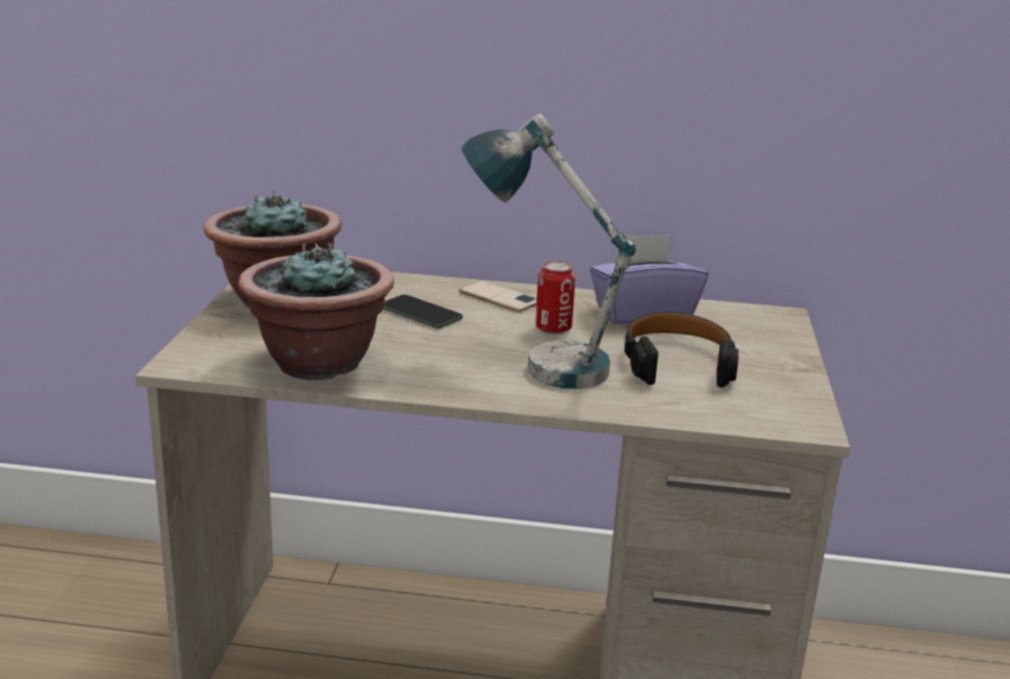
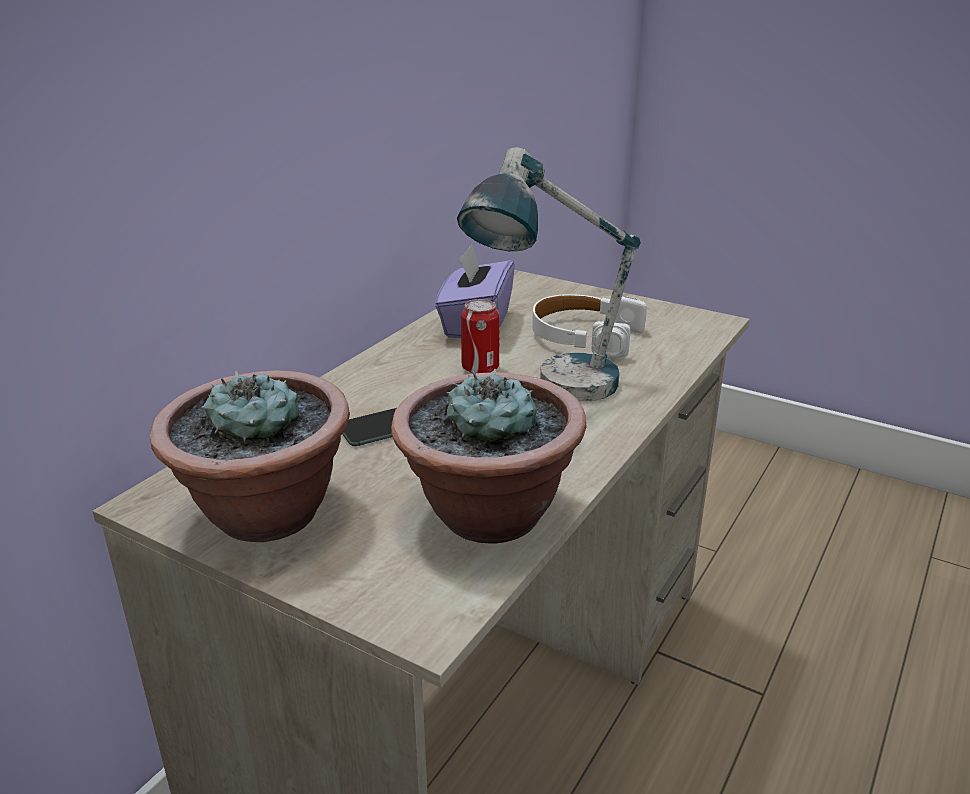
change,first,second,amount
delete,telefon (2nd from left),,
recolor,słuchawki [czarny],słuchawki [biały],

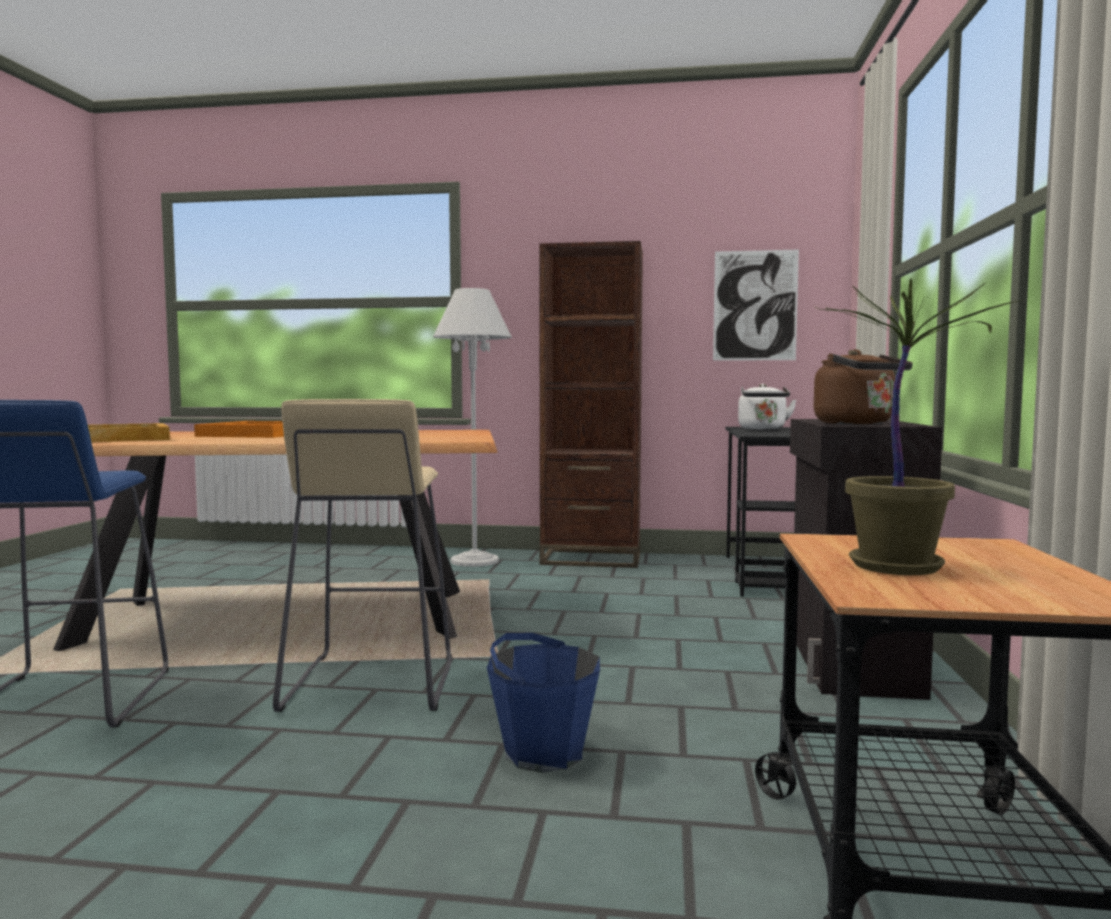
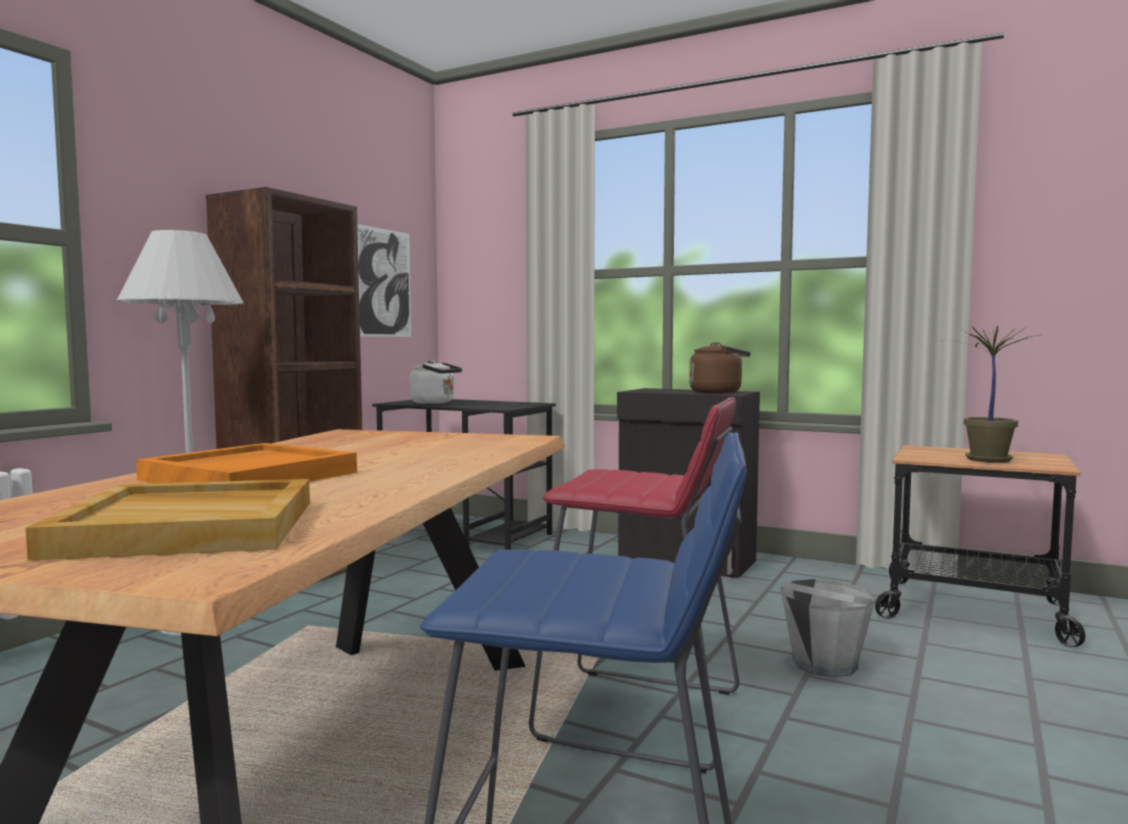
change,first,second,amount
recolor,stołek [beżowy],stołek [czerwony],
recolor,wiadro [niebieski],wiadro [szary],

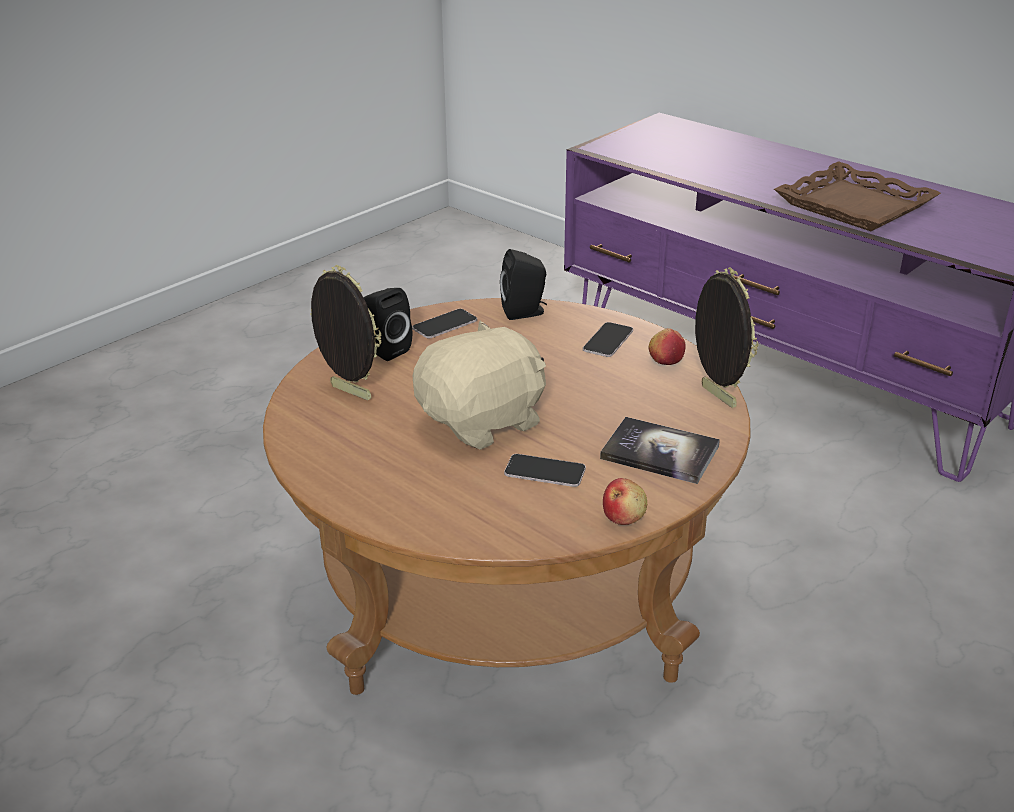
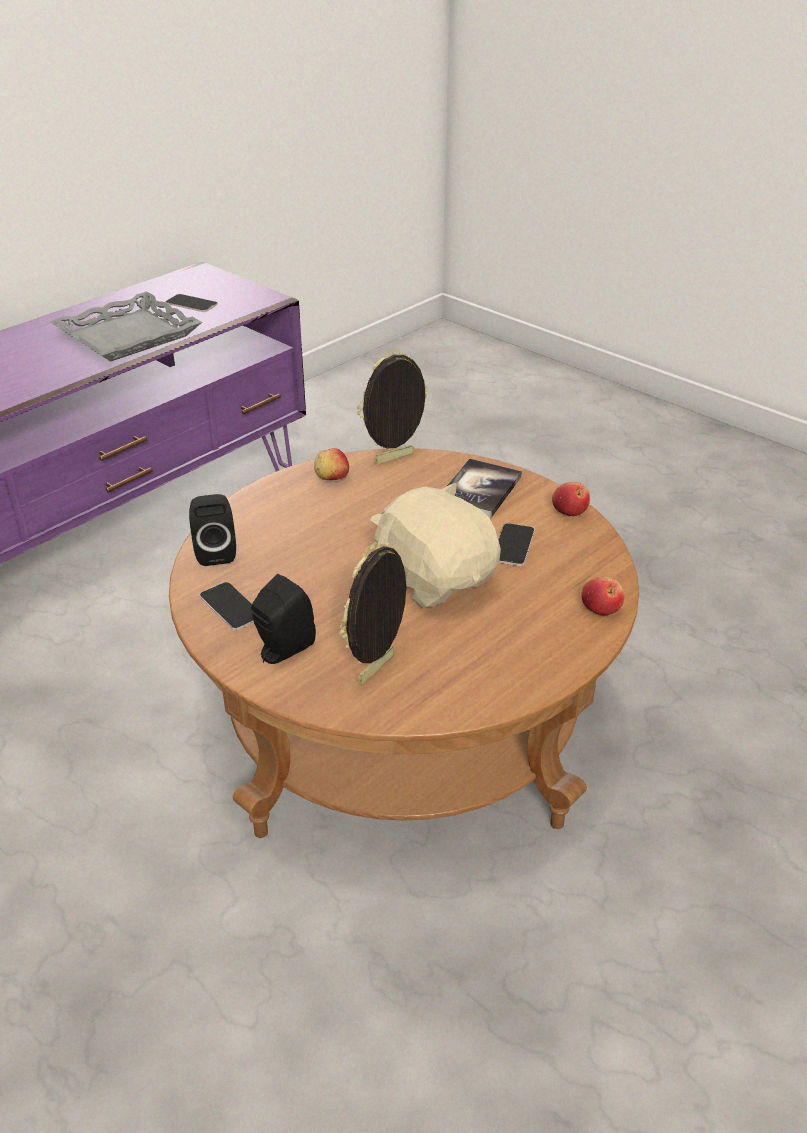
change,first,second,amount
insert,,jabłko (3rd from left),
move,telefon (3rd from left in the first image),telefon (1st from left),
recolor,taca [brązowy],taca [szary],

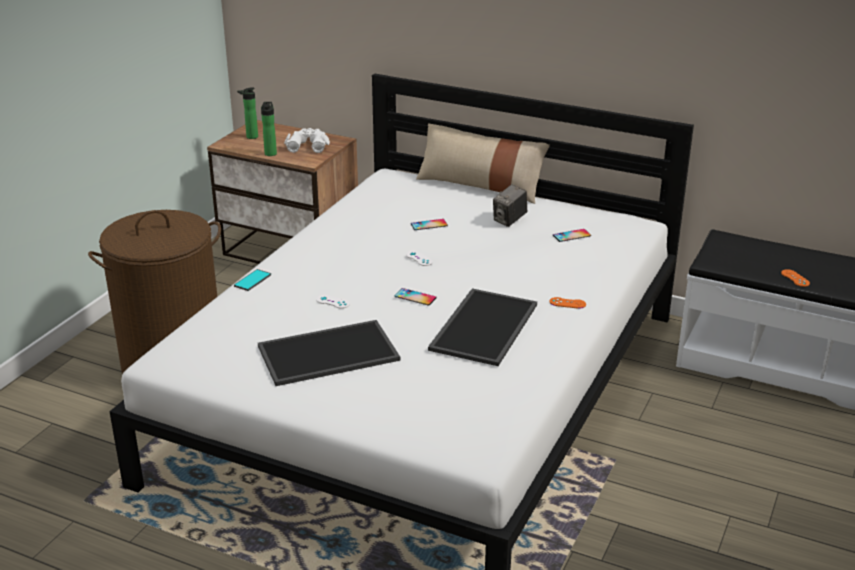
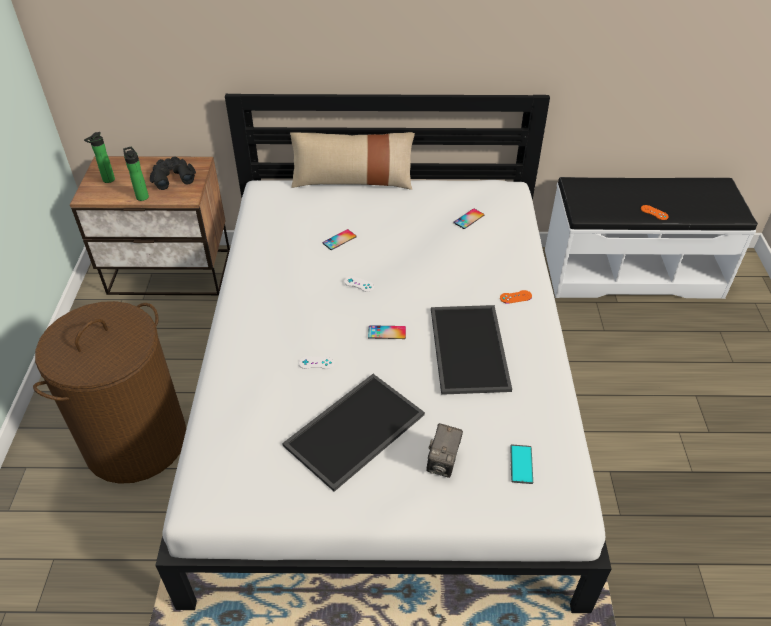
change,first,second,amount
move,telefon (1st from left in the first image),telefon (4th from left),
move,aparat fotograficzny,,
recolor,lornetka [biały],lornetka [czarny],

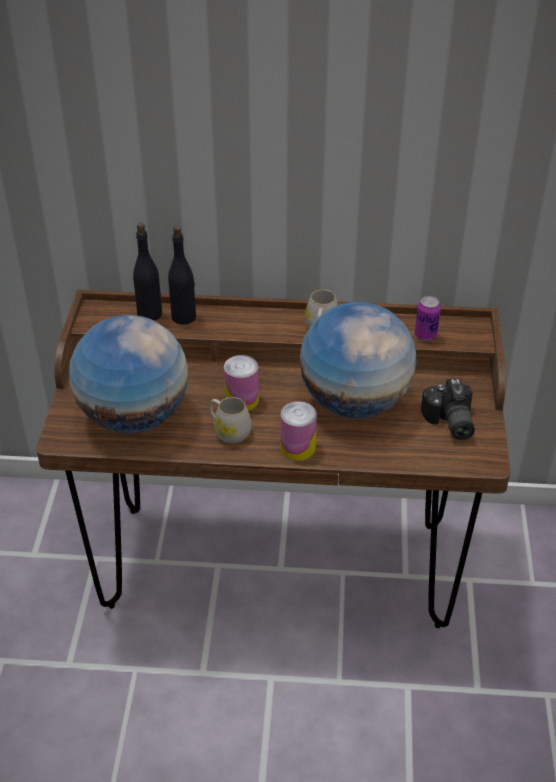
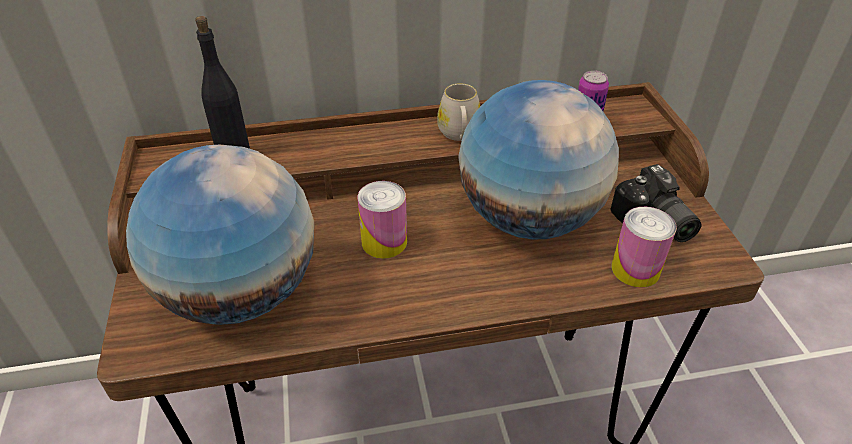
change,first,second,amount
delete,butelka [czarny] (2nd from left),,
delete,kubek [biały] (1st from left),,
move,puszka (2nd from left in the first image),puszka (3rd from left),

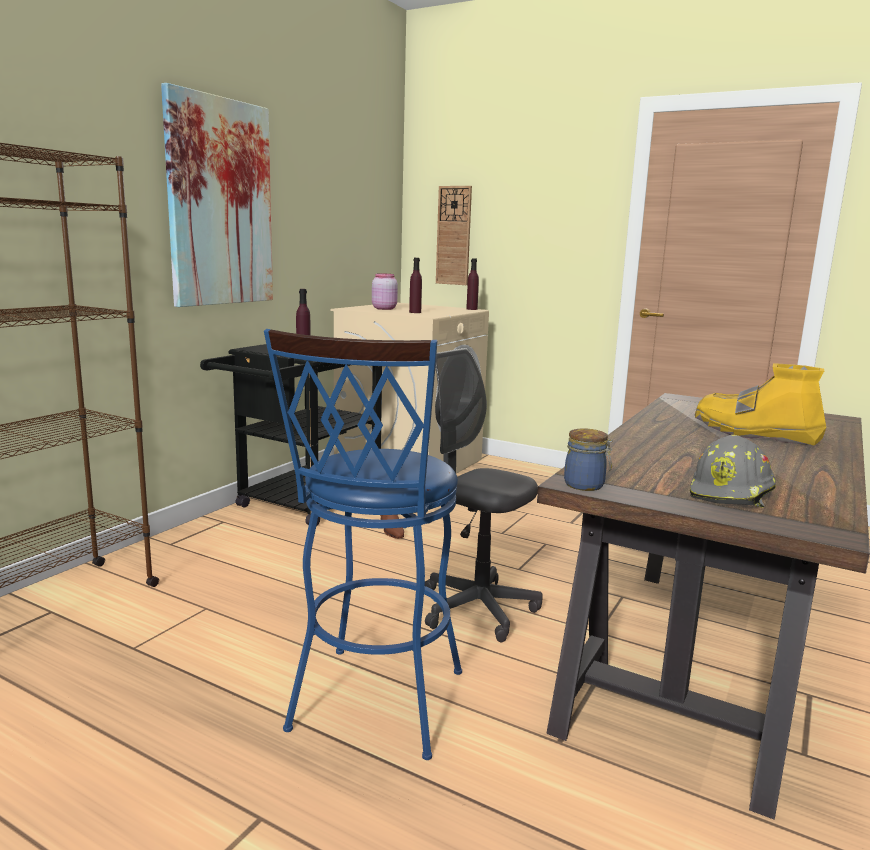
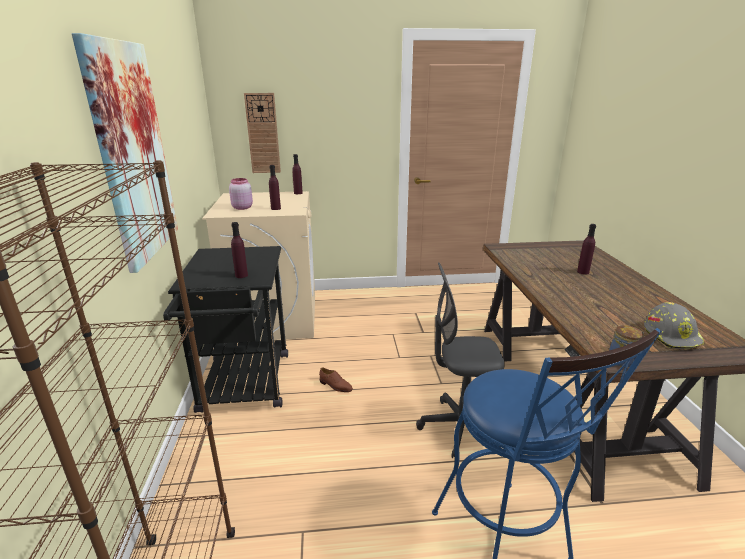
change,first,second,amount
replace,but z cholewką [żółty],butelka [fioletowy] (4th from left),

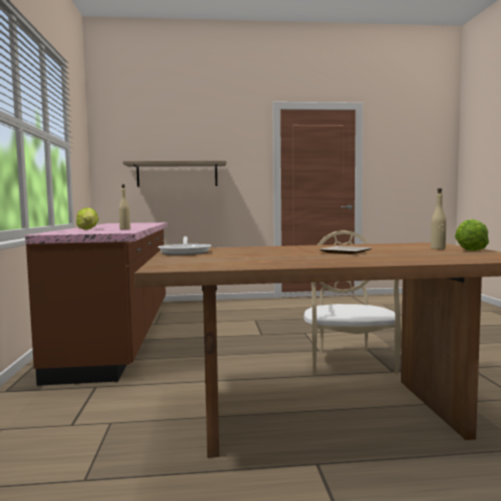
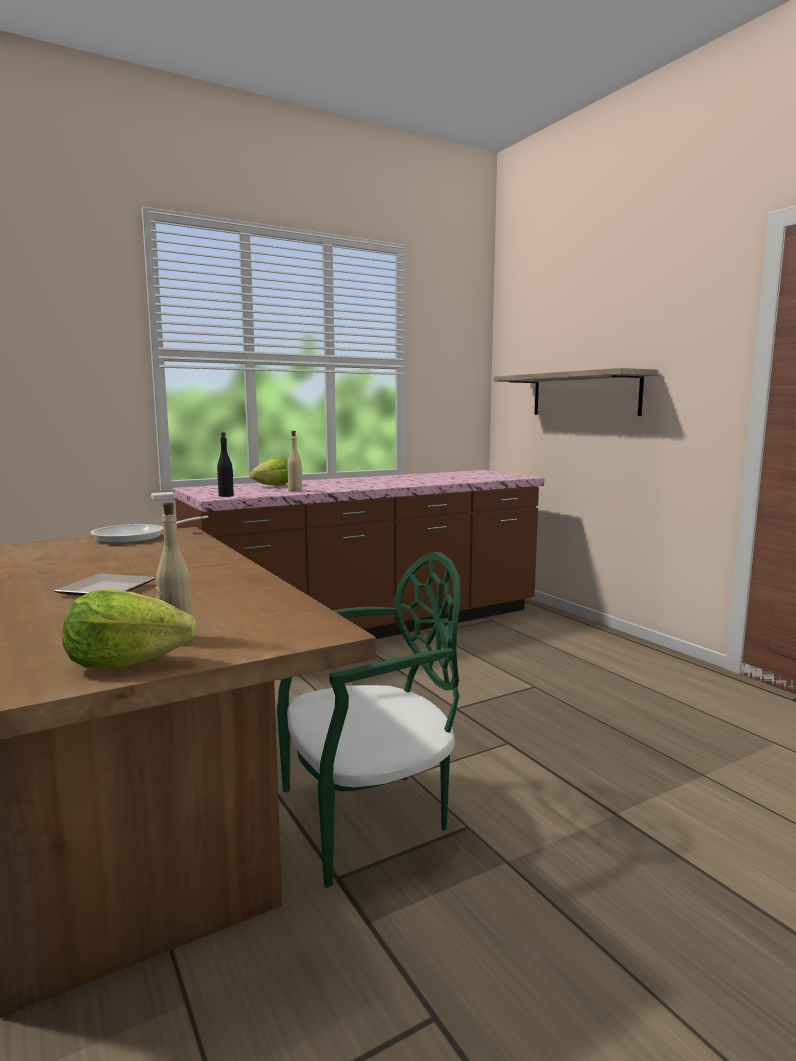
change,first,second,amount
insert,,butelka [czarny],
recolor,krzesło [beżowy],krzesło [zielony],

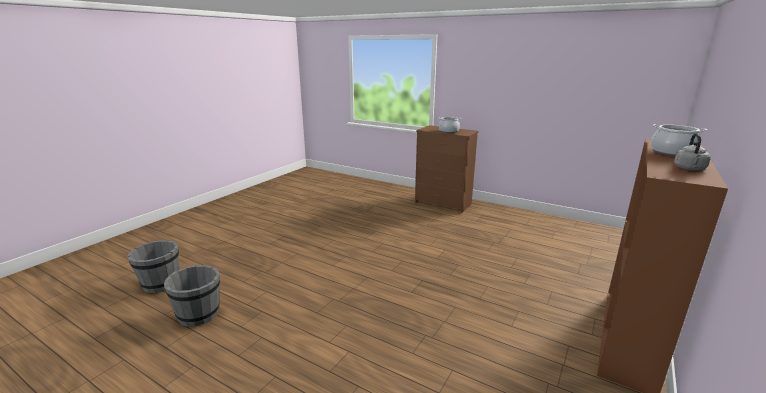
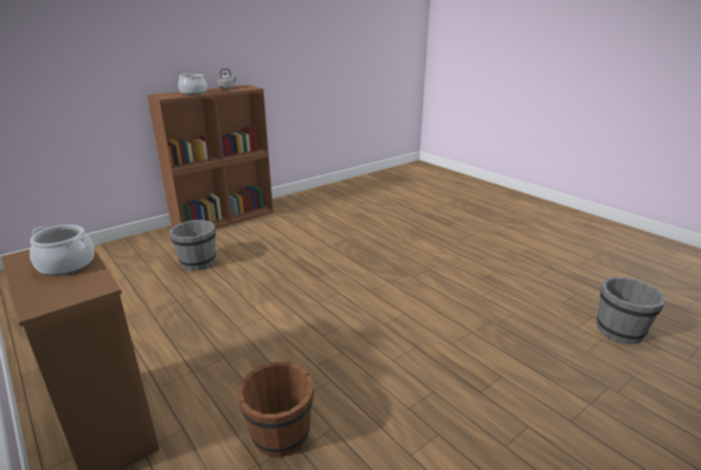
change,first,second,amount
insert,,wiadro [brązowy],
move,wiadro [szary] (2nd from left in the first image),wiadro [szary] (1st from left),

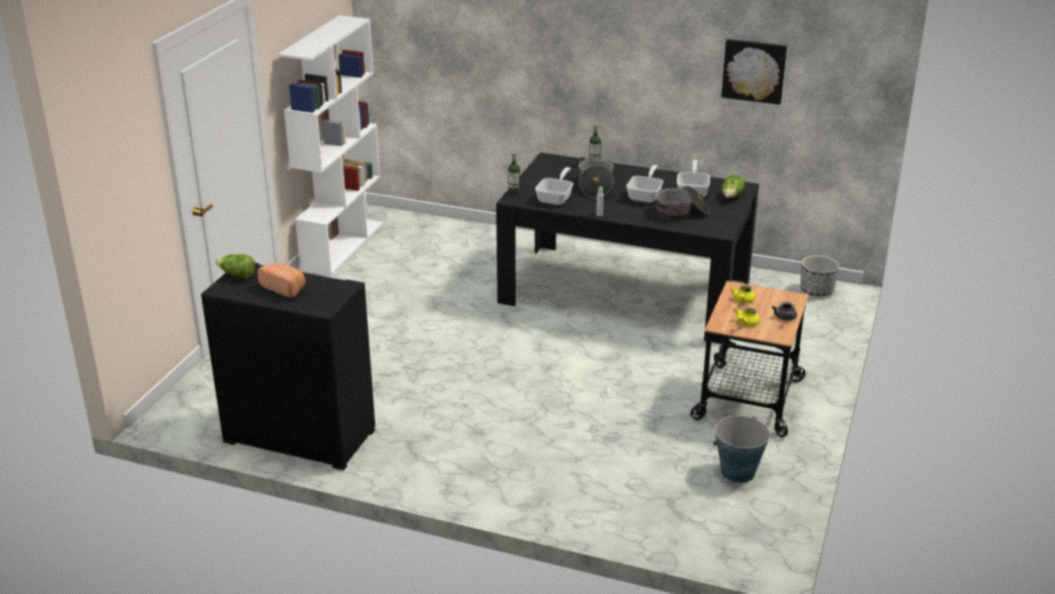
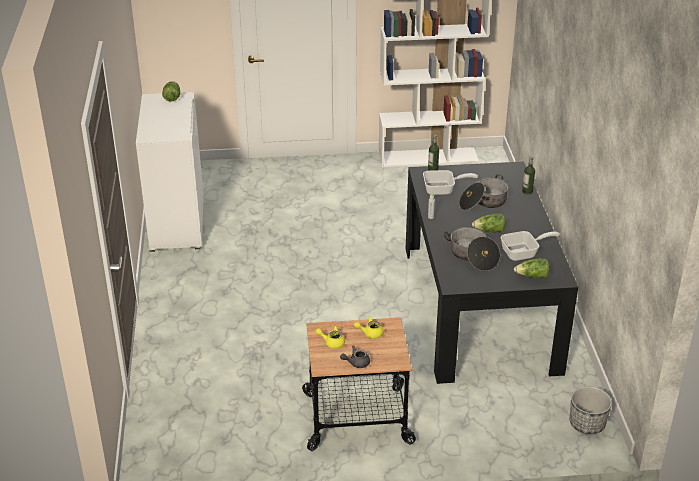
change,first,second,amount
delete,chleb,,
delete,wiadro,,
delete,obraz,,
replace,patelnia (2nd from left),sałata (2nd from left),
recolor,szafka [czarny],szafka [biały],

